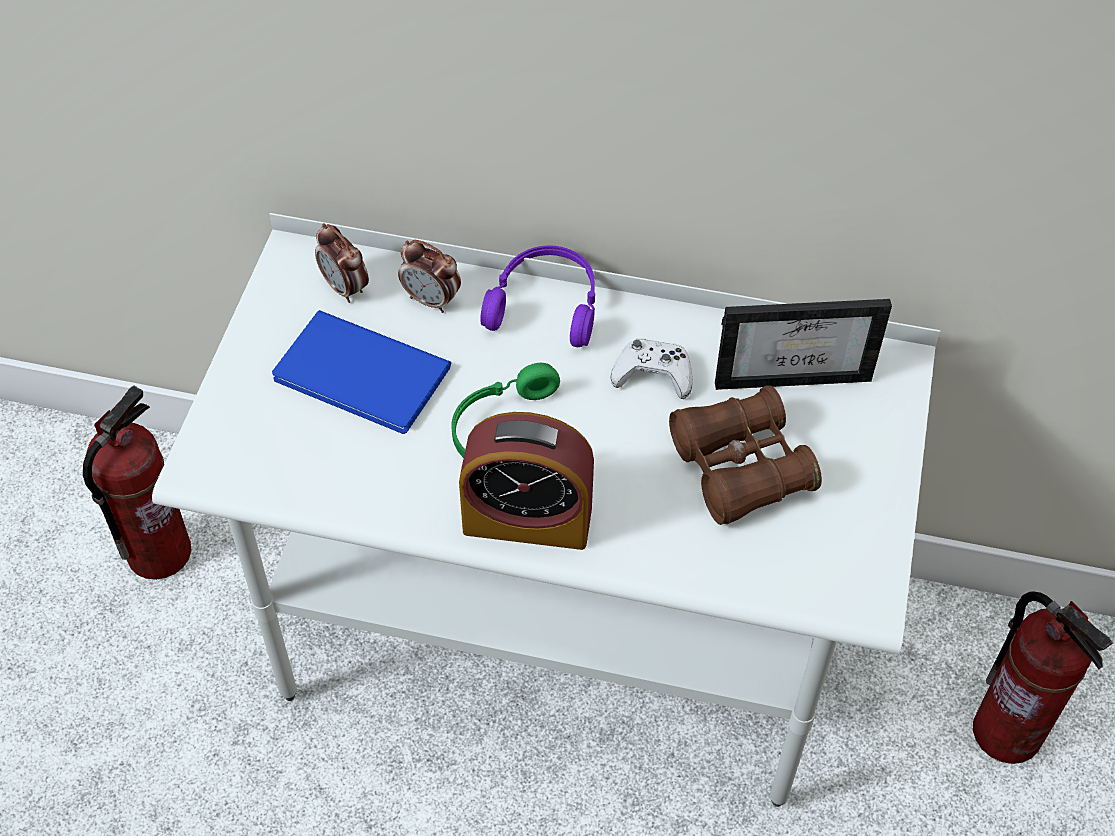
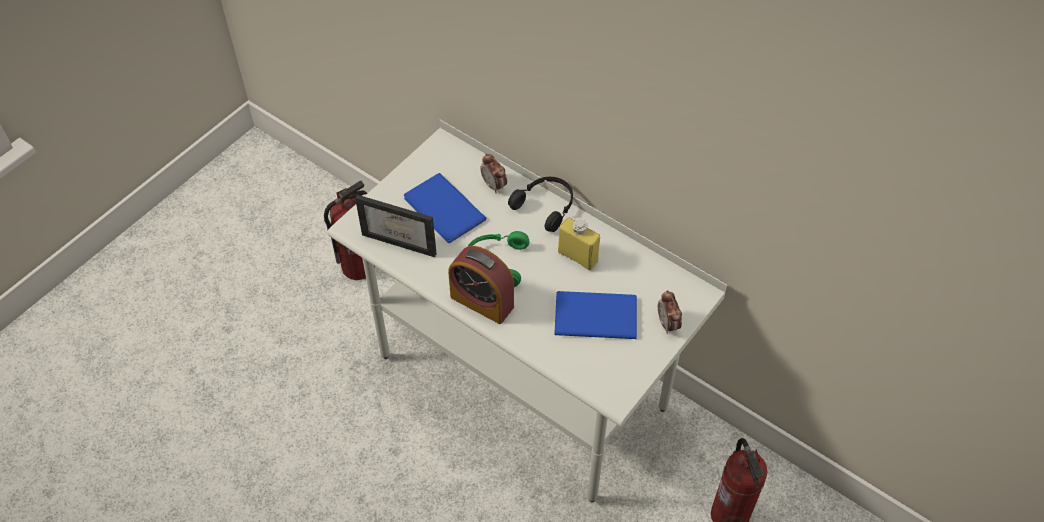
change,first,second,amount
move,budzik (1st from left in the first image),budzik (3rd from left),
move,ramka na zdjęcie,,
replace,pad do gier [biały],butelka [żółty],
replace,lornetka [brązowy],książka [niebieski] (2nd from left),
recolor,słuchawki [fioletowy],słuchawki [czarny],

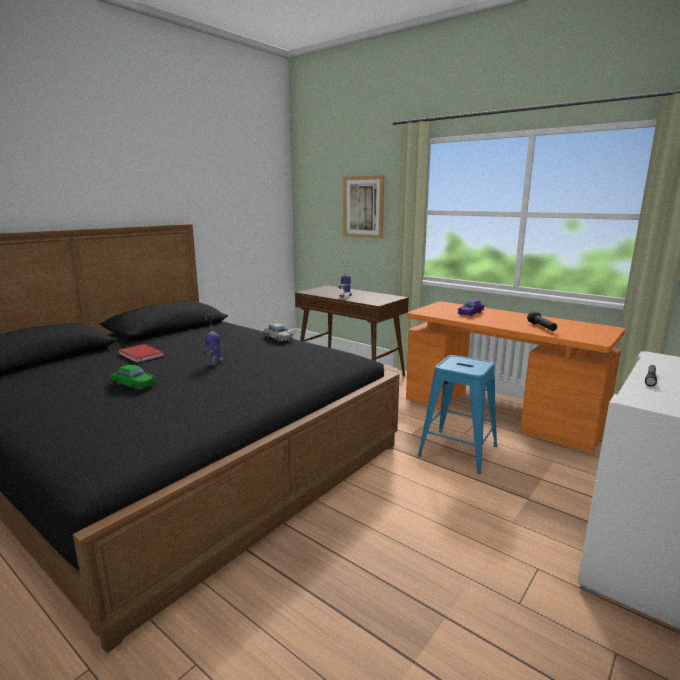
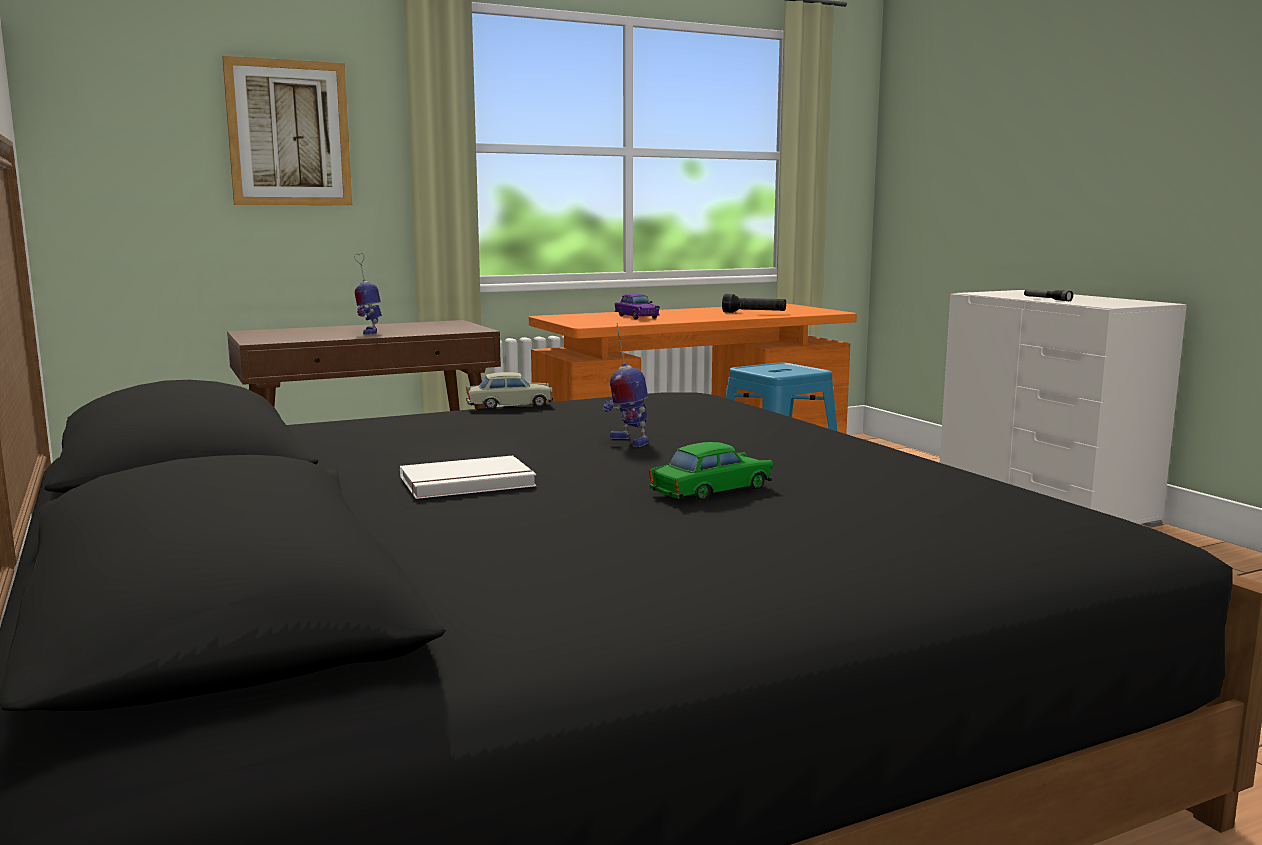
change,first,second,amount
recolor,książka [czerwony],książka [biały],

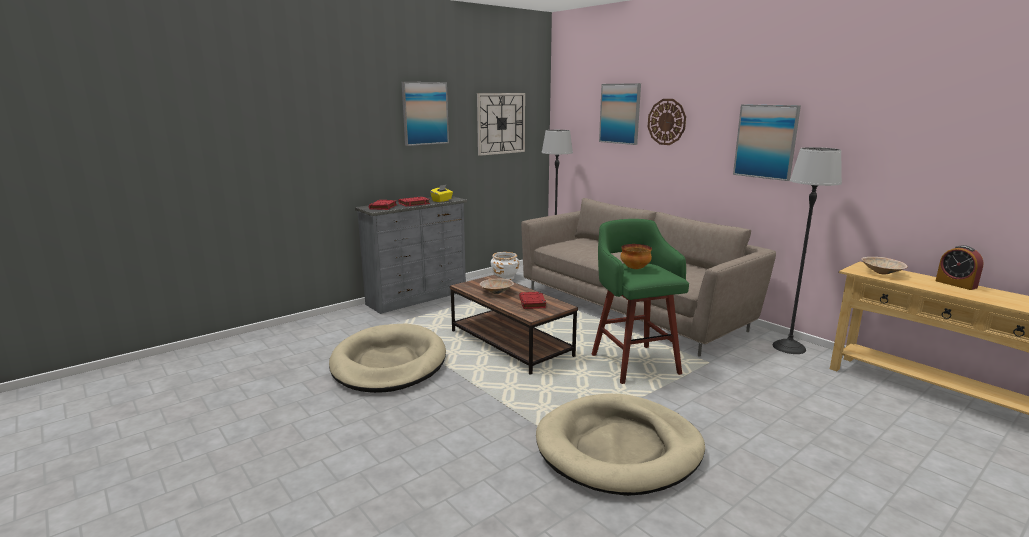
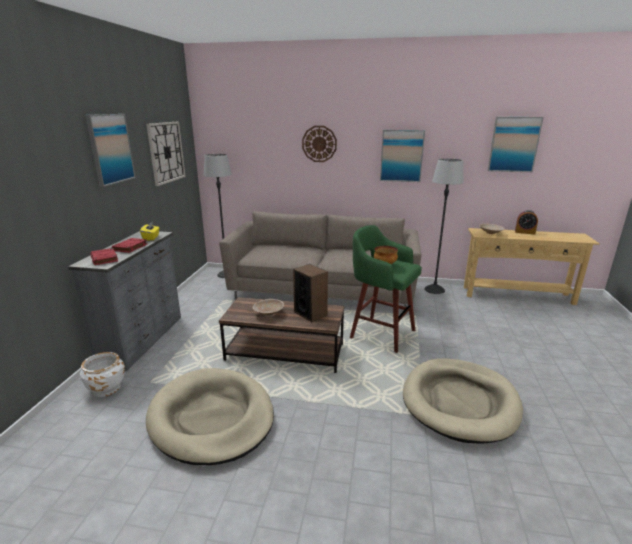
change,first,second,amount
move,donica [biały],,
move,obraz (2nd from left in the first image),obraz (3rd from left),
replace,książka [czerwony] (3rd from left),głośnik,

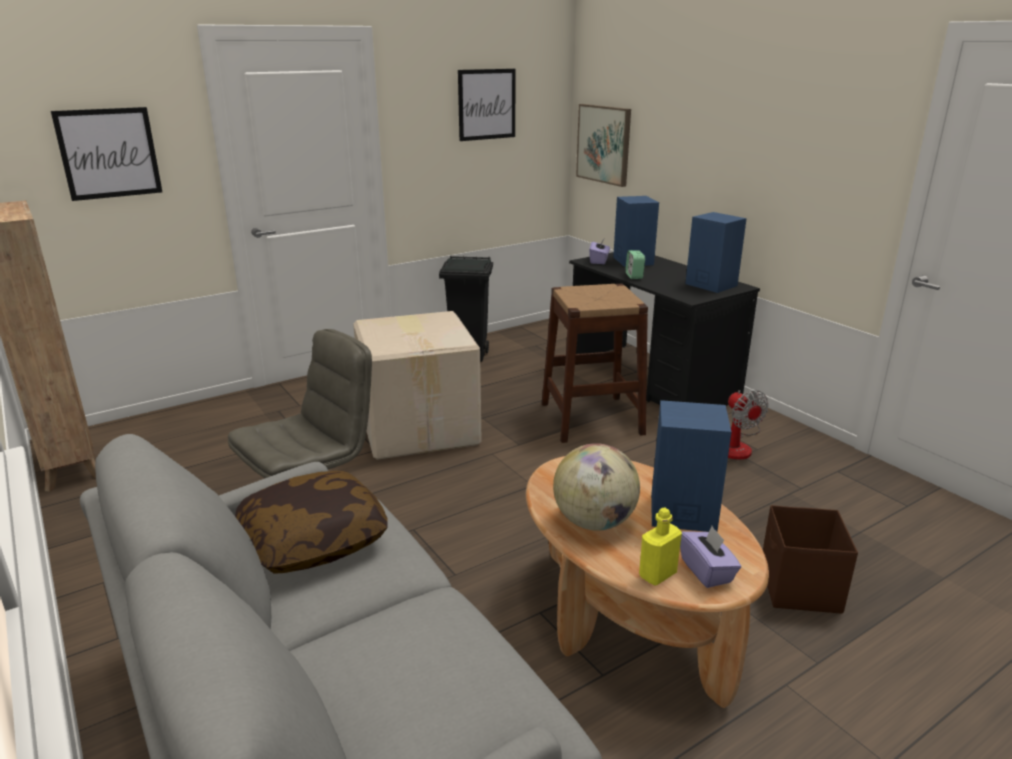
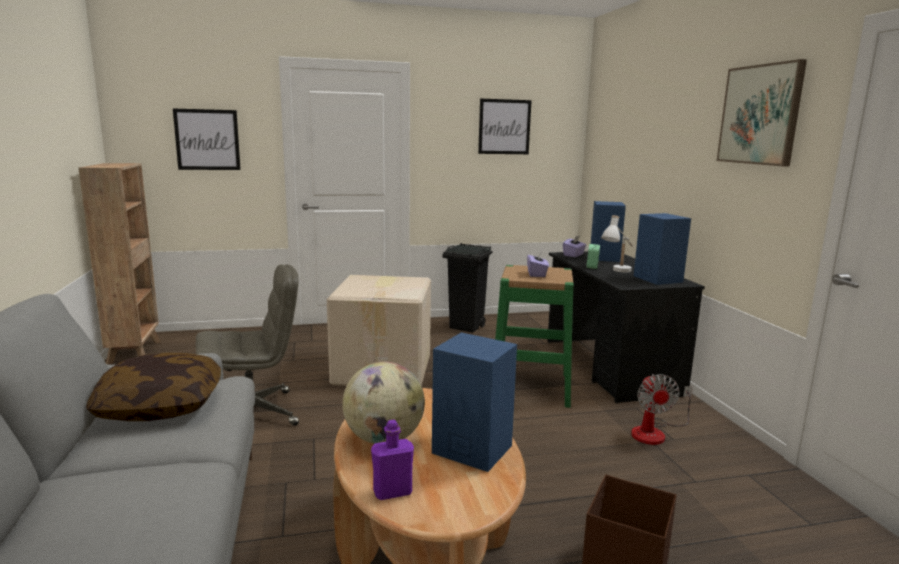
change,first,second,amount
insert,,lampa stołowa [biały],
move,obraz (3rd from left),,
move,pudełko chusteczek [fioletowy] (2nd from left in the first image),pudełko chusteczek [fioletowy] (1st from left),
recolor,stołek [brązowy],stołek [zielony],
recolor,butelka [żółty],butelka [fioletowy],

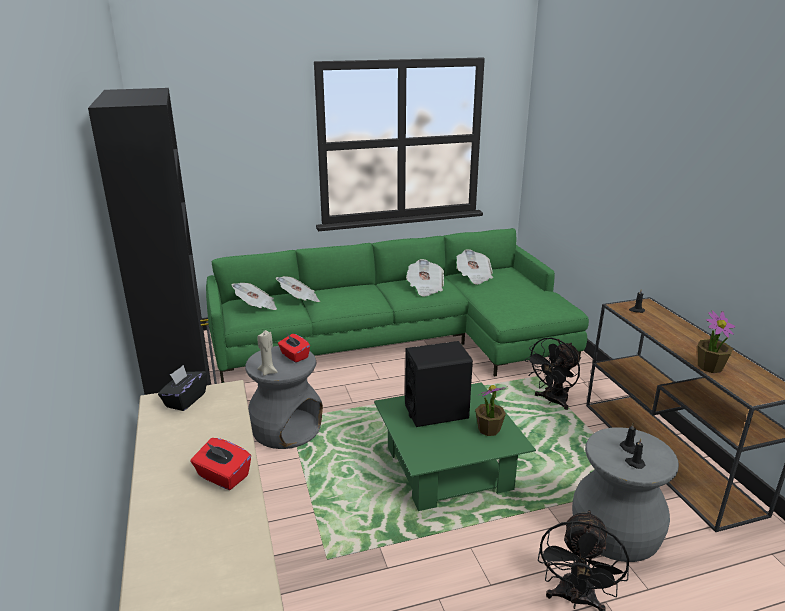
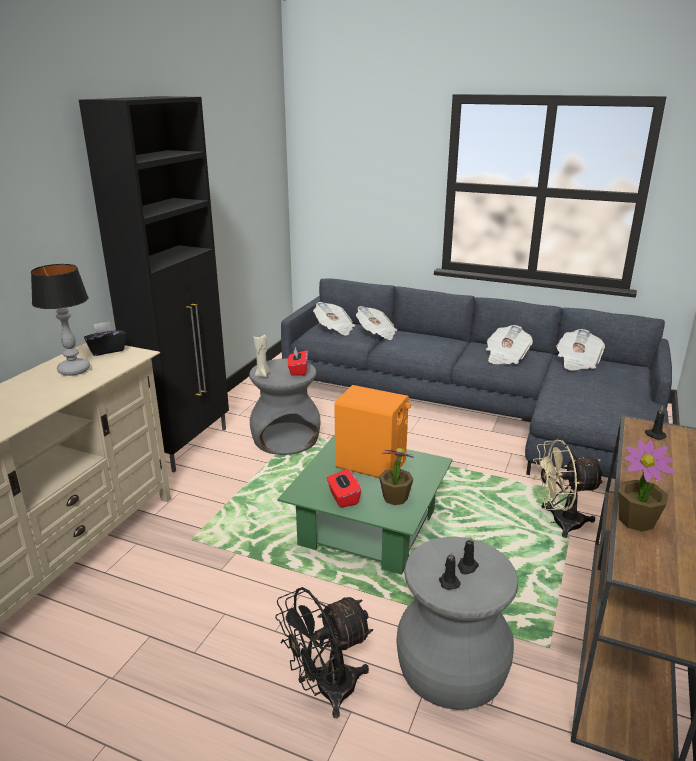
change,first,second,amount
insert,,lampa stołowa,
move,pudełko chusteczek [czerwony] (1st from left in the first image),pudełko chusteczek [czerwony] (2nd from left),
recolor,kanapa [zielony],kanapa [szary],
recolor,głośnik [czarny],głośnik [pomarańczowy],
recolor,wentylator [czarny] (1st from left),wentylator [beżowy],

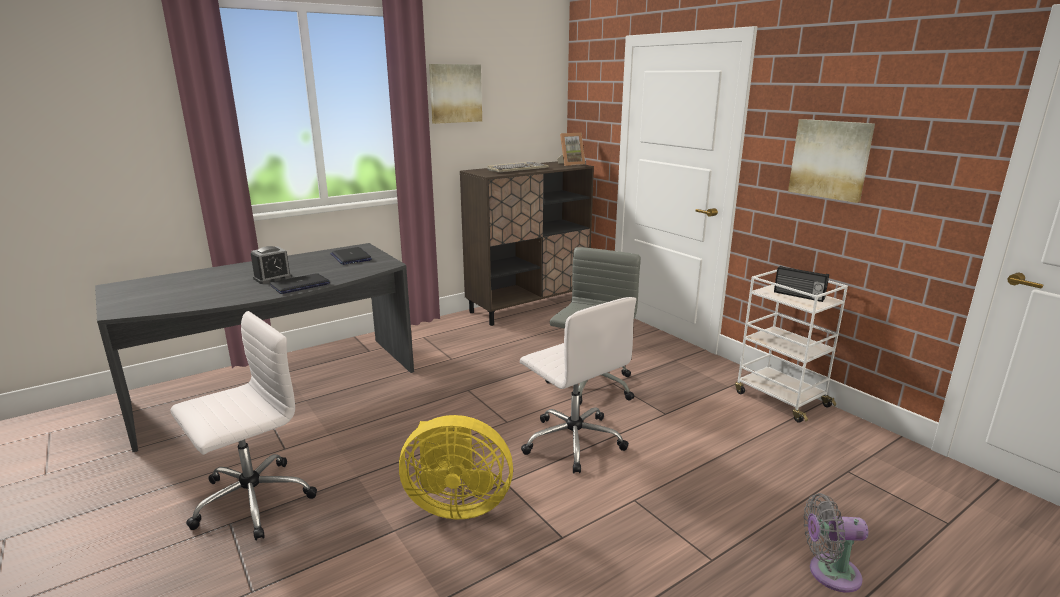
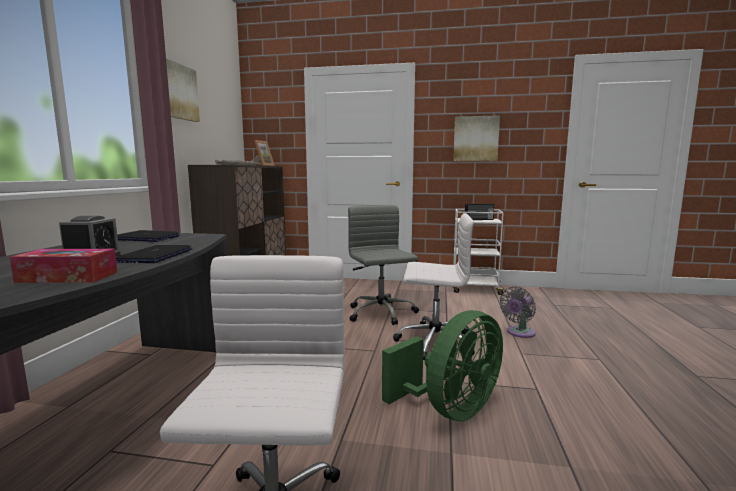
change,first,second,amount
insert,,pudełko chusteczek,
move,wentylator [szary],,
recolor,wentylator [żółty],wentylator [zielony],

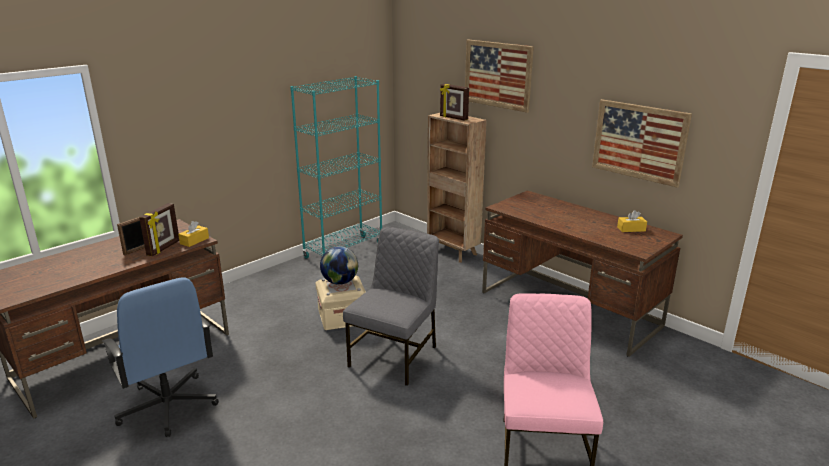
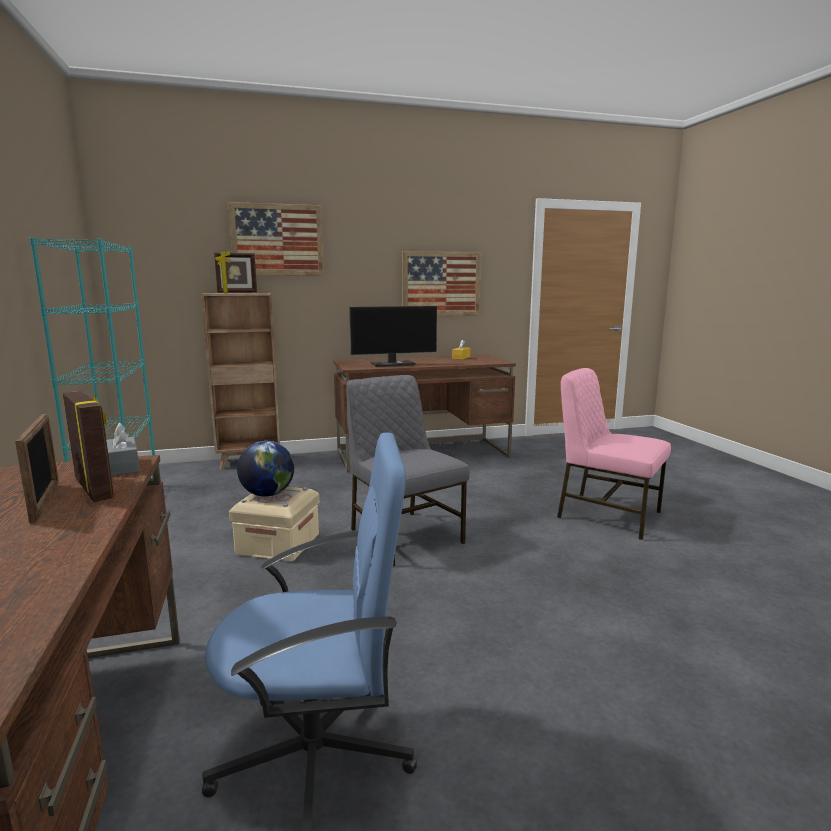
change,first,second,amount
insert,,monitor,
recolor,pudełko chusteczek [żółty] (1st from left),pudełko chusteczek [szary],

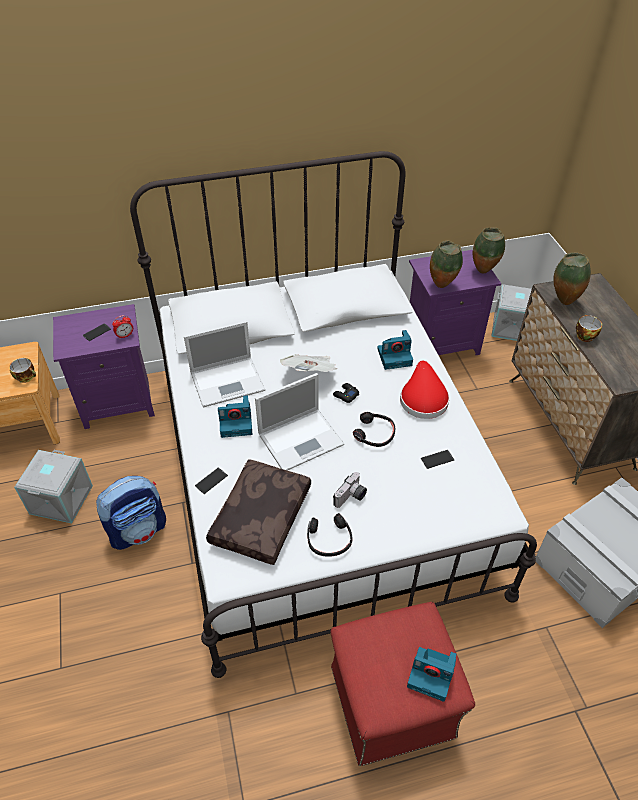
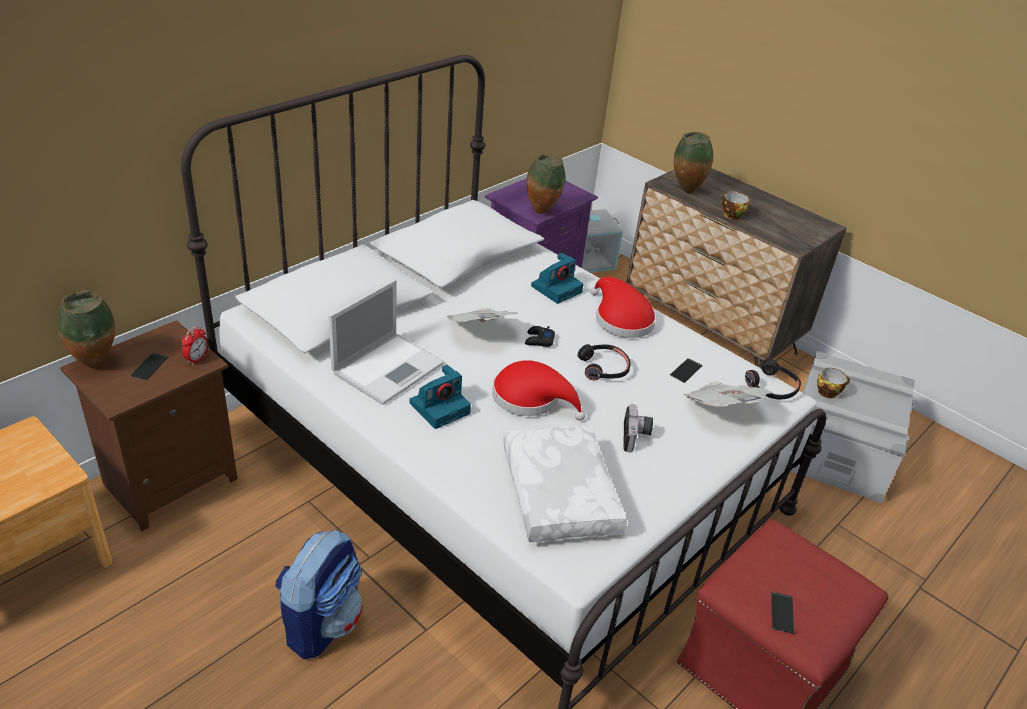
change,first,second,amount
delete,pojemnik do przechowywania [szary] (1st from left),,
delete,aparat fotograficzny (4th from left),,
insert,,gazeta (2nd from left),
move,filiżanka (1st from left in the first image),filiżanka (2nd from left),
move,telefon (2nd from left in the first image),telefon (3rd from left),
move,słuchawki [czarny] (1st from left in the first image),słuchawki [czarny] (2nd from left),
move,wazon (2nd from left in the first image),wazon (1st from left),
replace,laptop (2nd from left),kapelusz [czerwony] (1st from left),
recolor,szafka nocna [fioletowy] (1st from left),szafka nocna [brązowy] (2nd from left),
recolor,poduszka [brązowy],poduszka [biały],

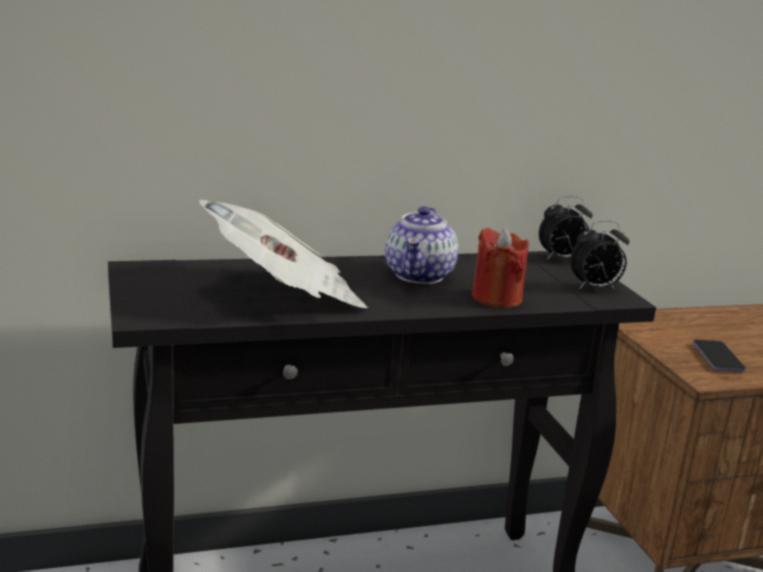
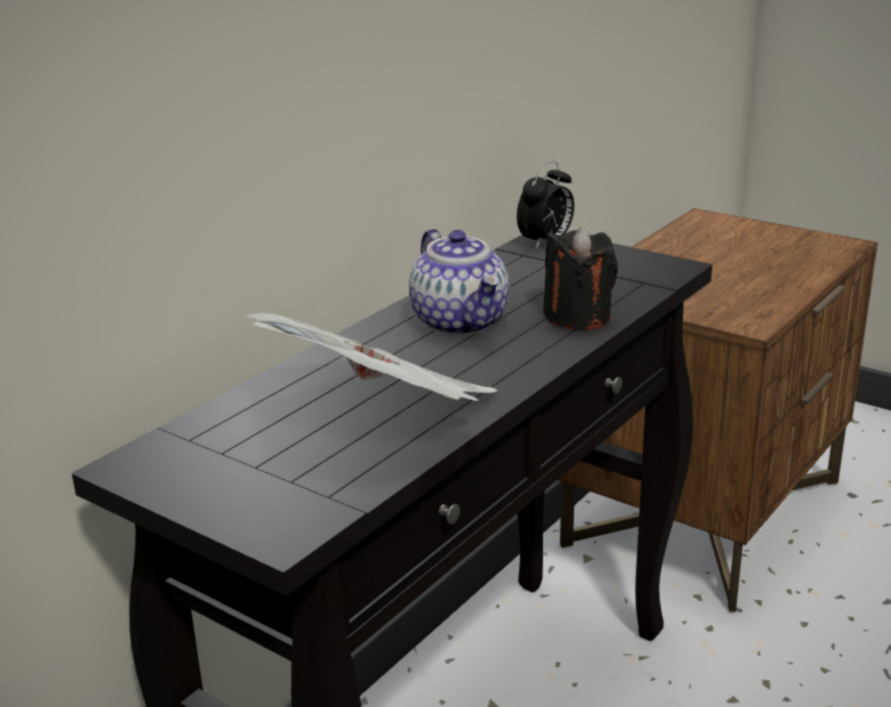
change,first,second,amount
delete,budzik (2nd from left),,
delete,telefon,,
recolor,świeca [czerwony],świeca [czarny],

